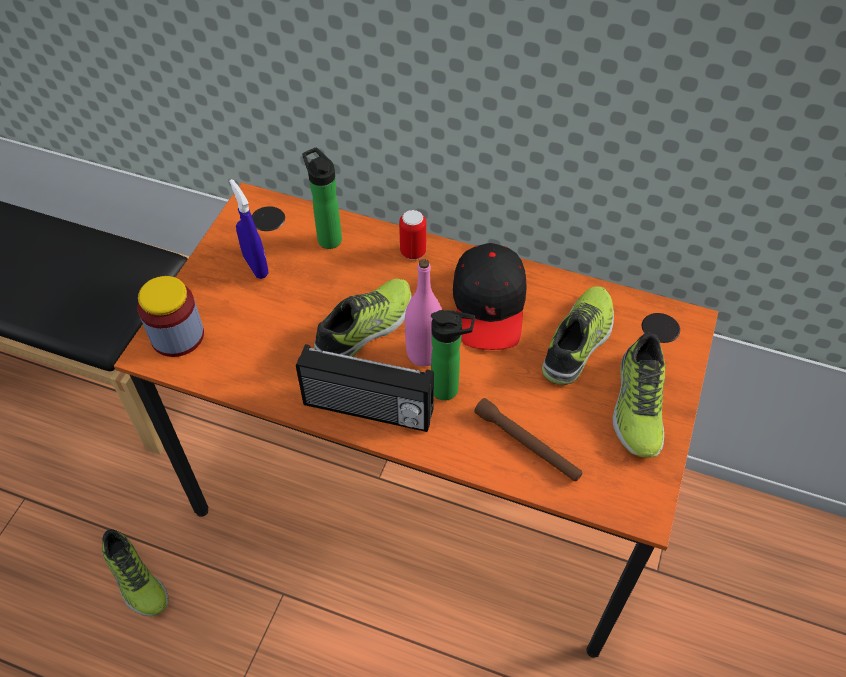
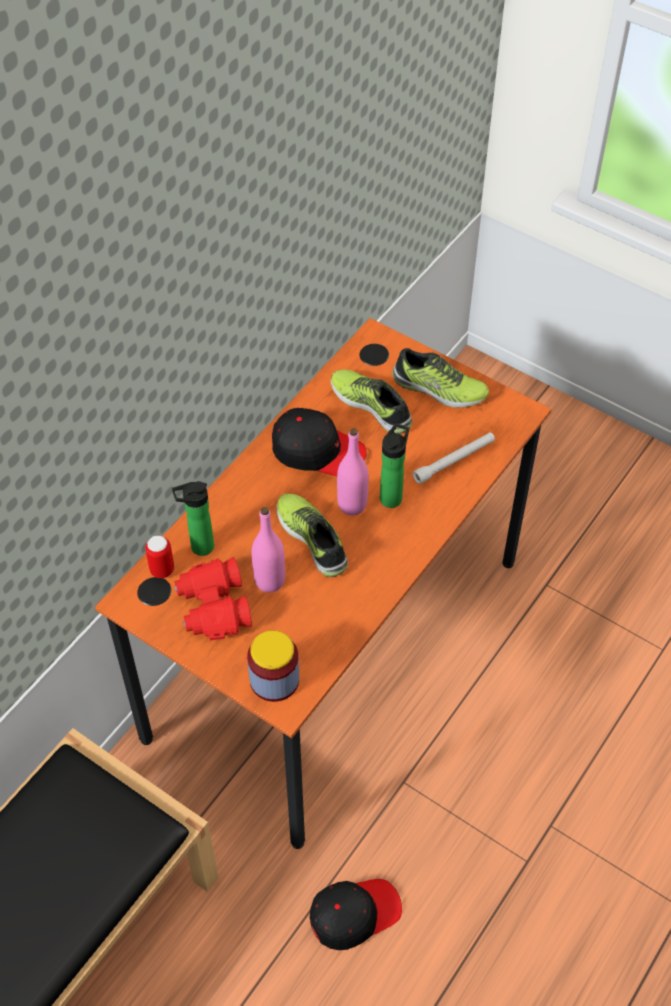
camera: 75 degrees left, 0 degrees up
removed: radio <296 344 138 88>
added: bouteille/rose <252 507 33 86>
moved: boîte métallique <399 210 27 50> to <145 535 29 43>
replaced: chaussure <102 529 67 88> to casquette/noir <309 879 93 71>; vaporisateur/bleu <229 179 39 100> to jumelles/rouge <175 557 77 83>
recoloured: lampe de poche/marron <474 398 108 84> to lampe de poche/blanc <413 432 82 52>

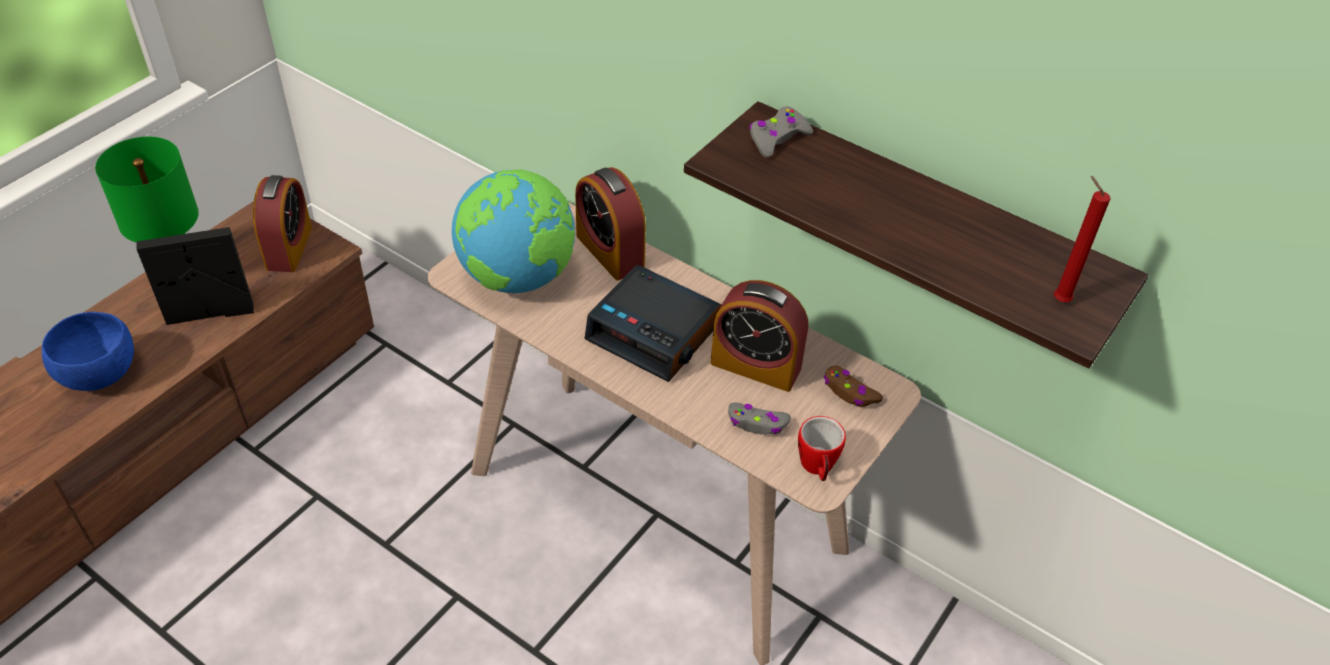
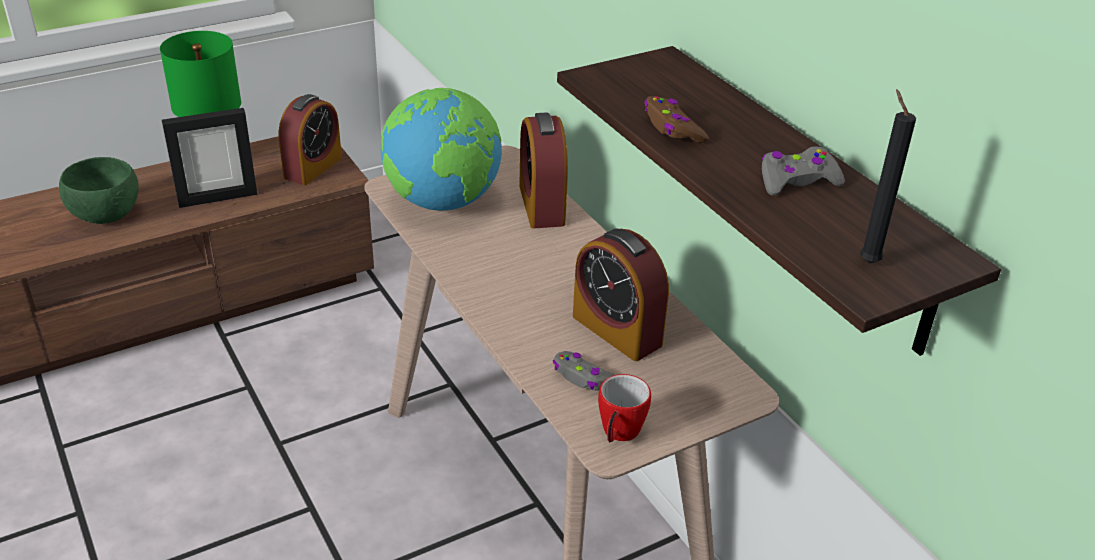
camera: 25 degrees right, 10 degrees down
removed: réveil <584 265 137 117>
moved: manette/gris <749 106 64 52> to <762 146 83 50>; manette/marron <824 366 59 41> to <645 96 64 47>
recoloured: bol/bleu <42 312 92 79> to bol/vert <59 157 80 67>; bougie/rouge <1054 176 57 126> to bougie/noir <860 89 56 174>
turned: cadre photo <136 227 118 98> = <162 108 95 100> 150 degrees clockwise

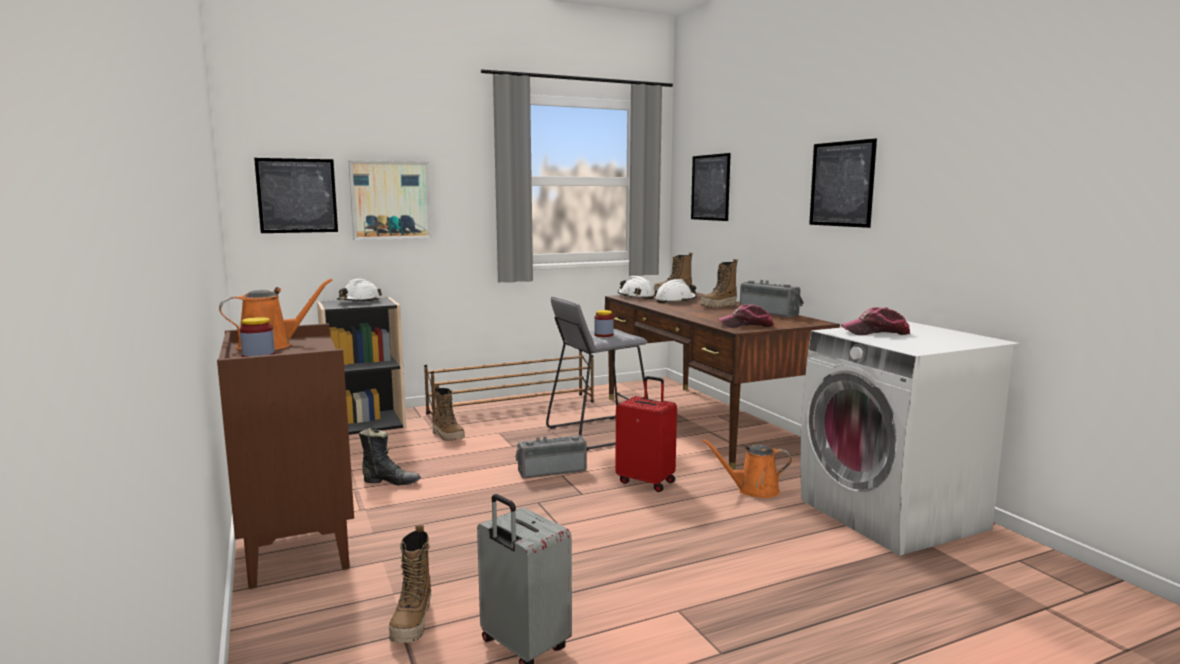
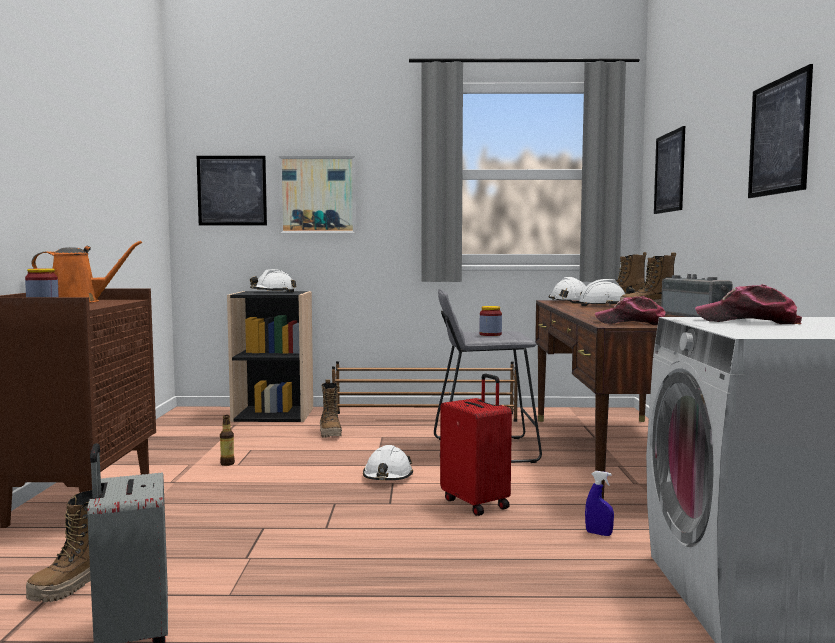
camera: 25 degrees right, 5 degrees down
replaced: botte/noir <358 428 63 57> to bouteille <220 415 15 51>; radio <515 435 72 44> to casque de chantier/blanc <363 445 50 35>; arrosoir/orange <702 439 90 59> to vaporisateur/bleu <585 471 29 65>

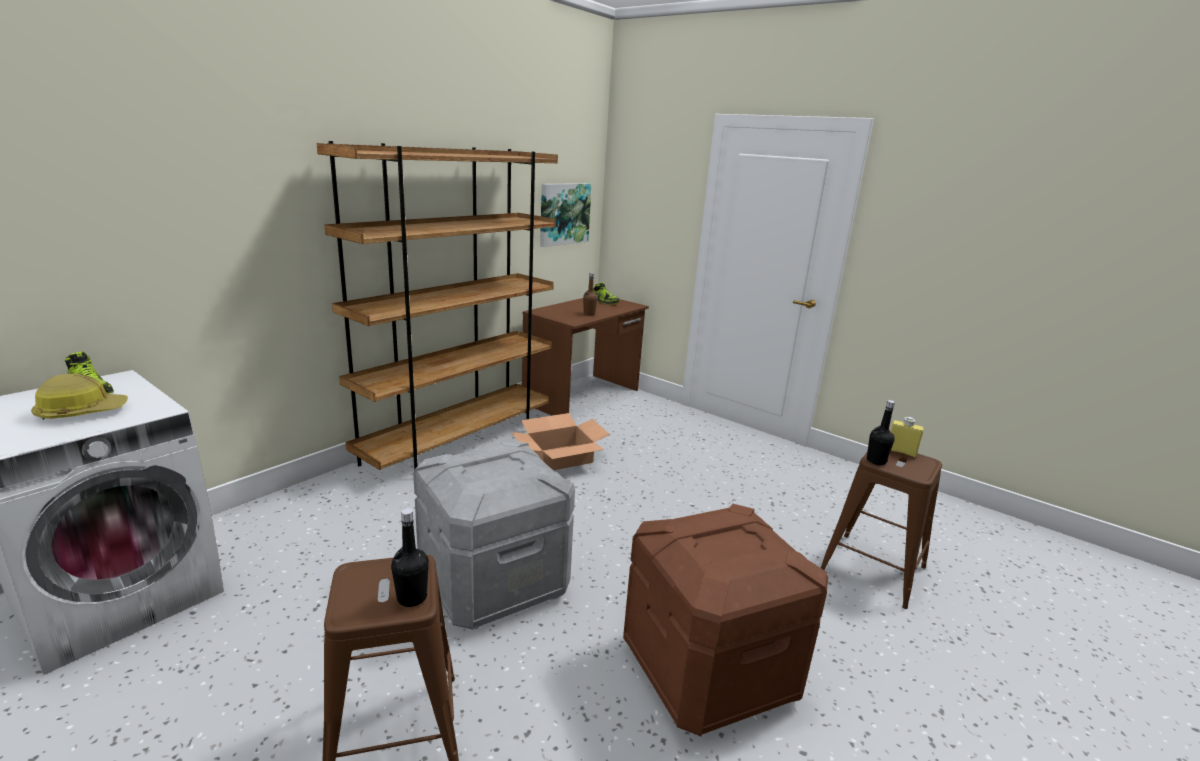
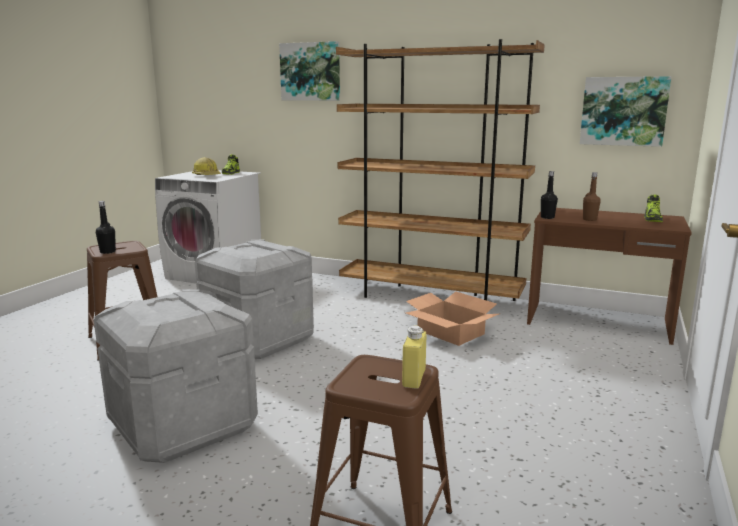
camera: 75 degrees right, 5 degrees down
added: tableau <279 41 61 60>
moved: bouteille/noir <867 400 28 65> to <541 171 17 48>
recoloured: boîte de rangement/marron <623 504 205 232> to boîte de rangement/gris <94 289 164 174>

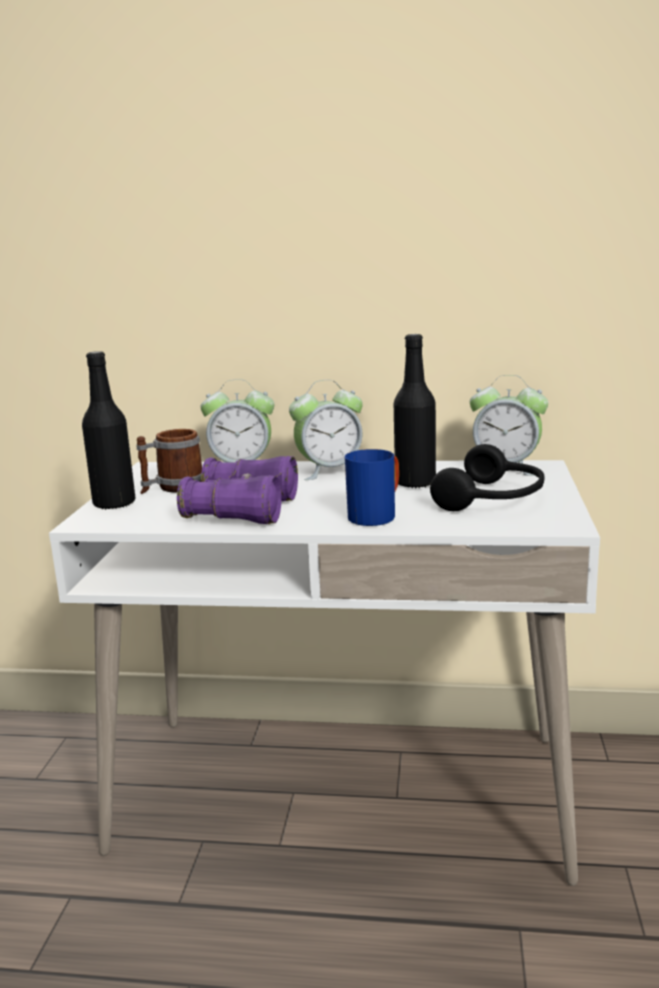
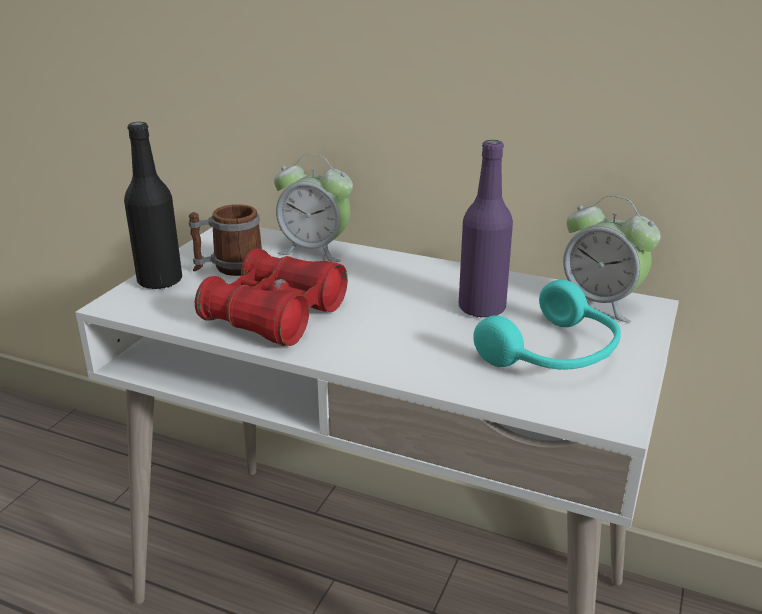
camera: 15 degrees right, 10 degrees up
removed: réveil <289 380 74 100>; mug/bleu <345 449 54 77>
recoloured: jumelles/violet <177 456 121 68> to jumelles/rouge <195 248 153 98>; bouteille/noir <394 334 42 154> to bouteille/violet <459 140 54 178>; casque audio/noir <430 444 115 67> to casque audio/turquoise <473 280 148 90>

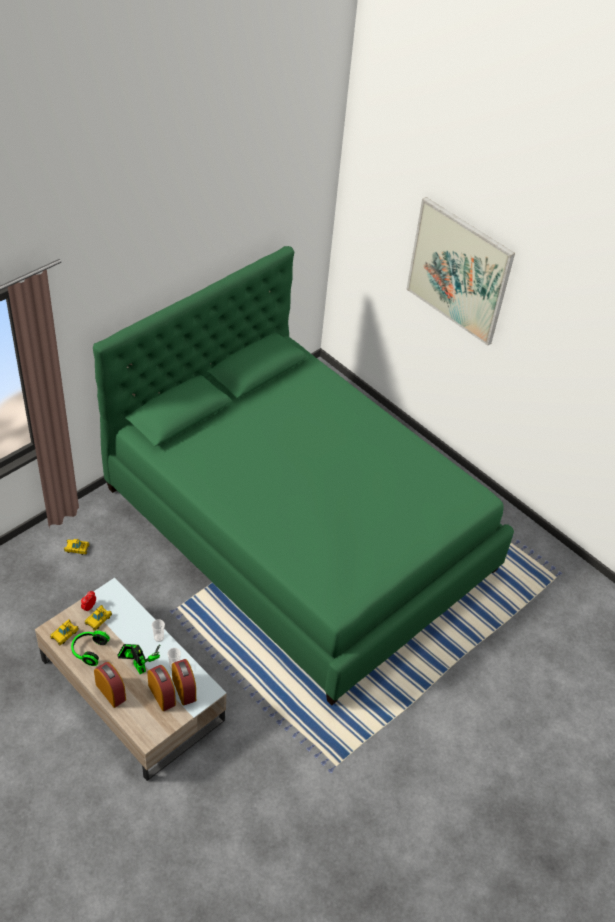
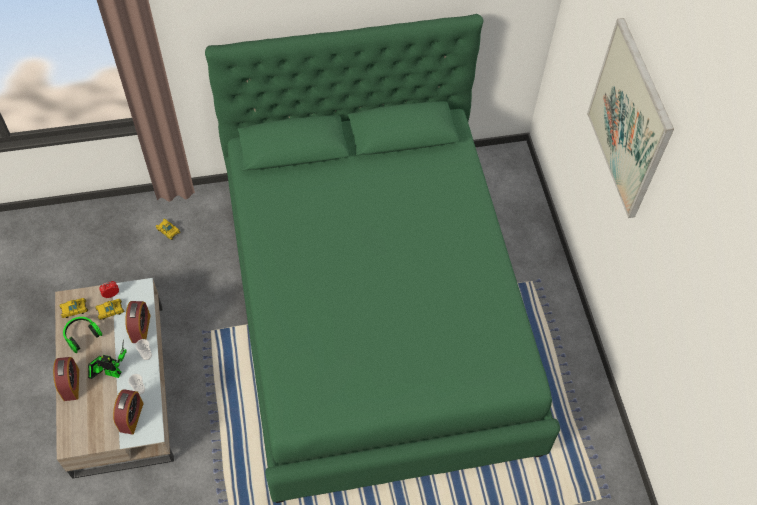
camera: 35 degrees right, 10 degrees up
moved: réveil <147 665 29 46> to <125 301 26 42>
turned: robot jouet <117 644 43 30> = <88 340 39 39> 75 degrees counterclockwise

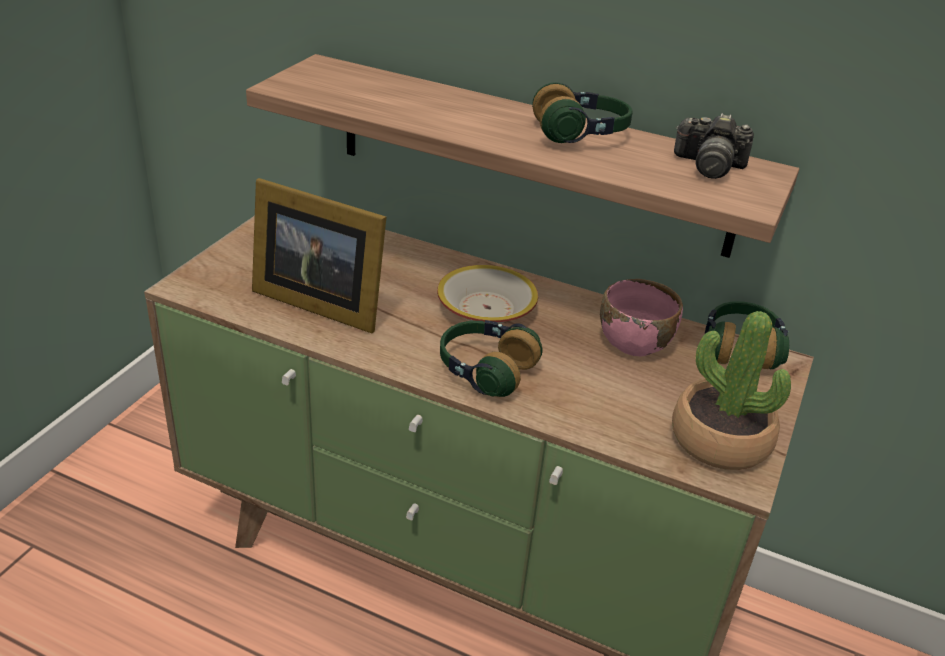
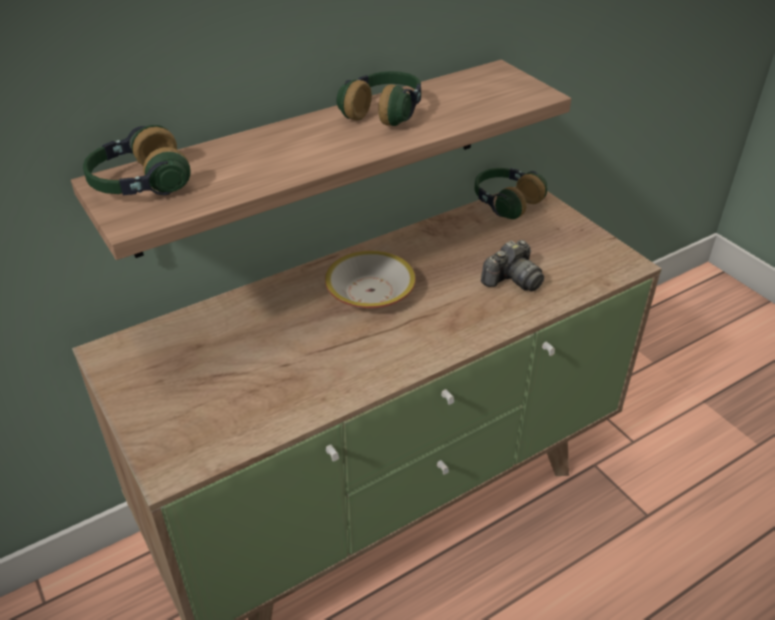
camera: 55 degrees left, 5 degrees up
removed: cadre photo <252 178 134 155>; bol/rose <600 279 83 77>; plante en pot <672 311 119 159>
moved: casque audio <440 320 103 77> to <83 125 108 70>; appareil photo <674 113 80 66> to <481 240 63 51>

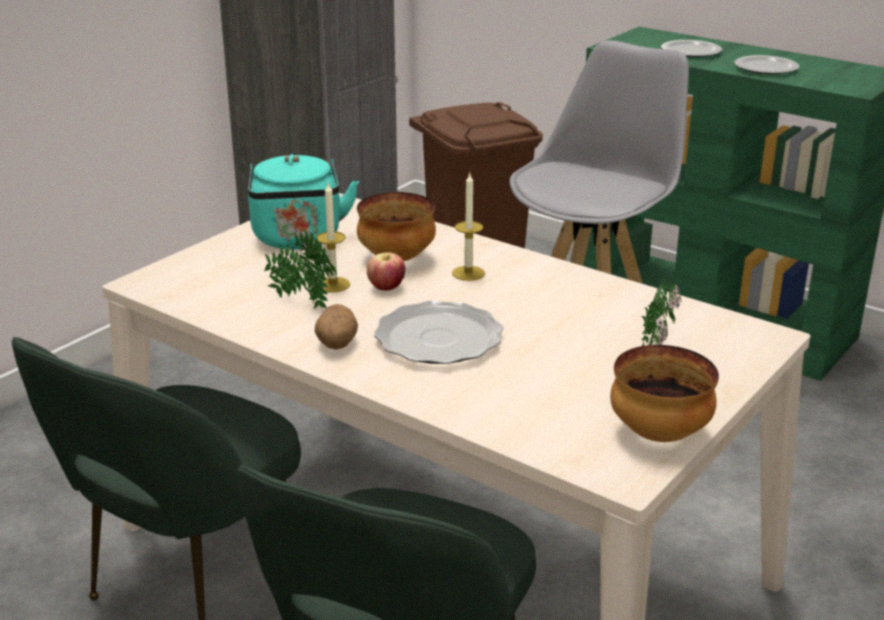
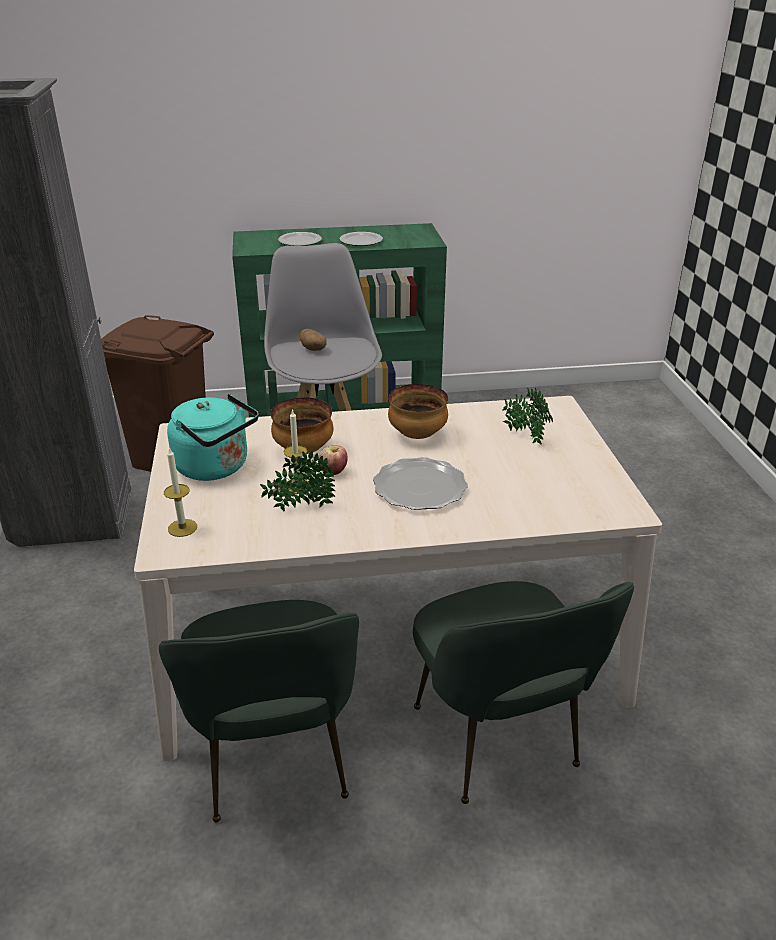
camera: 45 degrees left, 5 degrees up
moved: pomme de terre <315 304 43 46> to <300 329 27 22>; bougie <452 174 33 107> to <164 447 33 90>; bol <610 345 109 97> to <388 384 60 55>

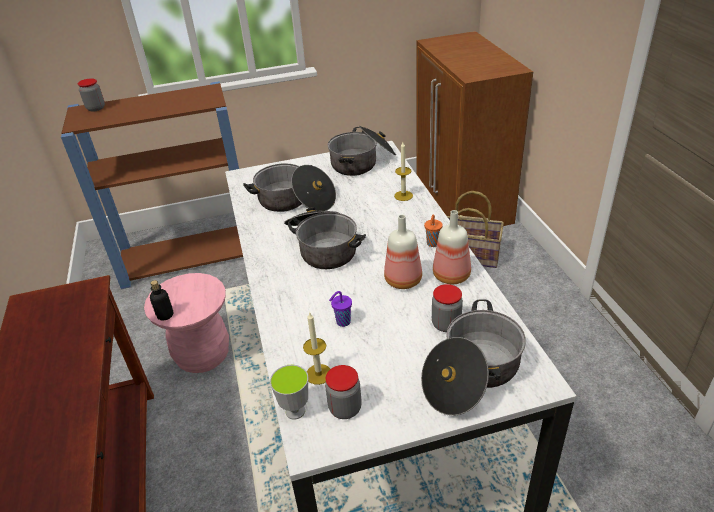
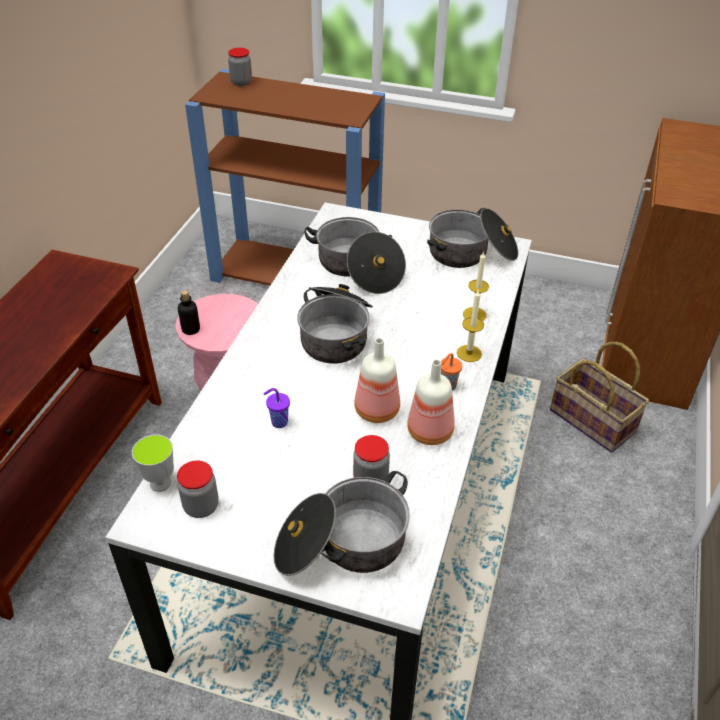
camera: 30 degrees right, 5 degrees up
moved: bougie <303 313 27 72> to <457 290 27 72>

